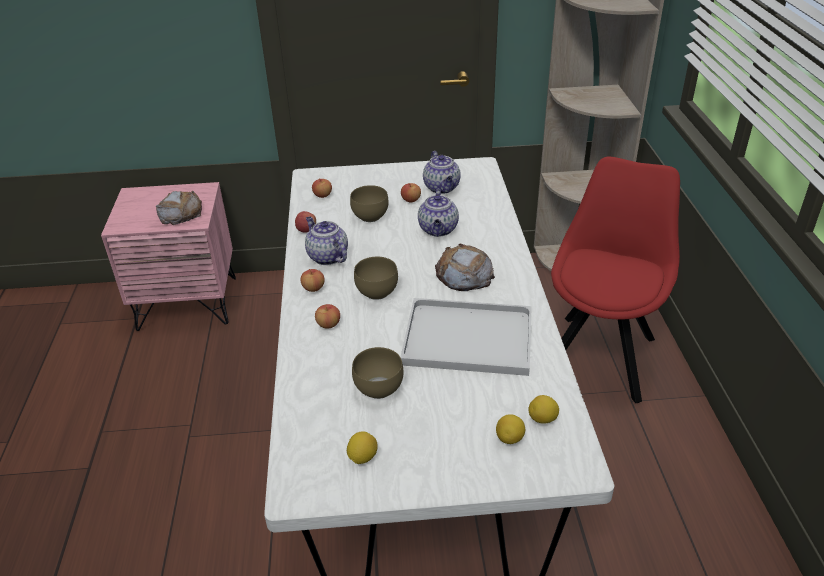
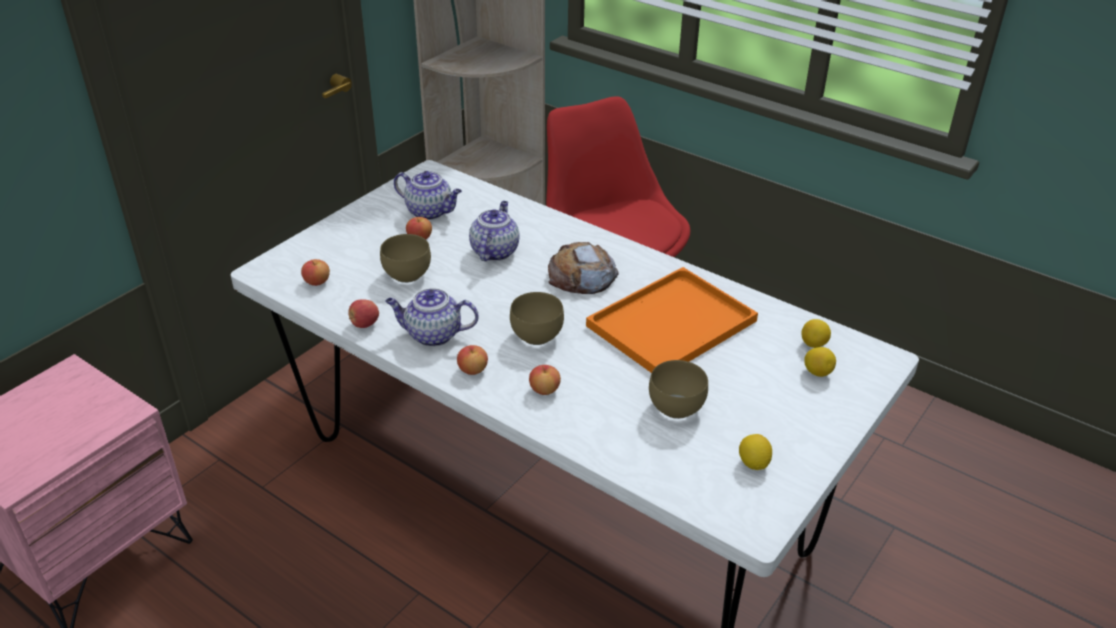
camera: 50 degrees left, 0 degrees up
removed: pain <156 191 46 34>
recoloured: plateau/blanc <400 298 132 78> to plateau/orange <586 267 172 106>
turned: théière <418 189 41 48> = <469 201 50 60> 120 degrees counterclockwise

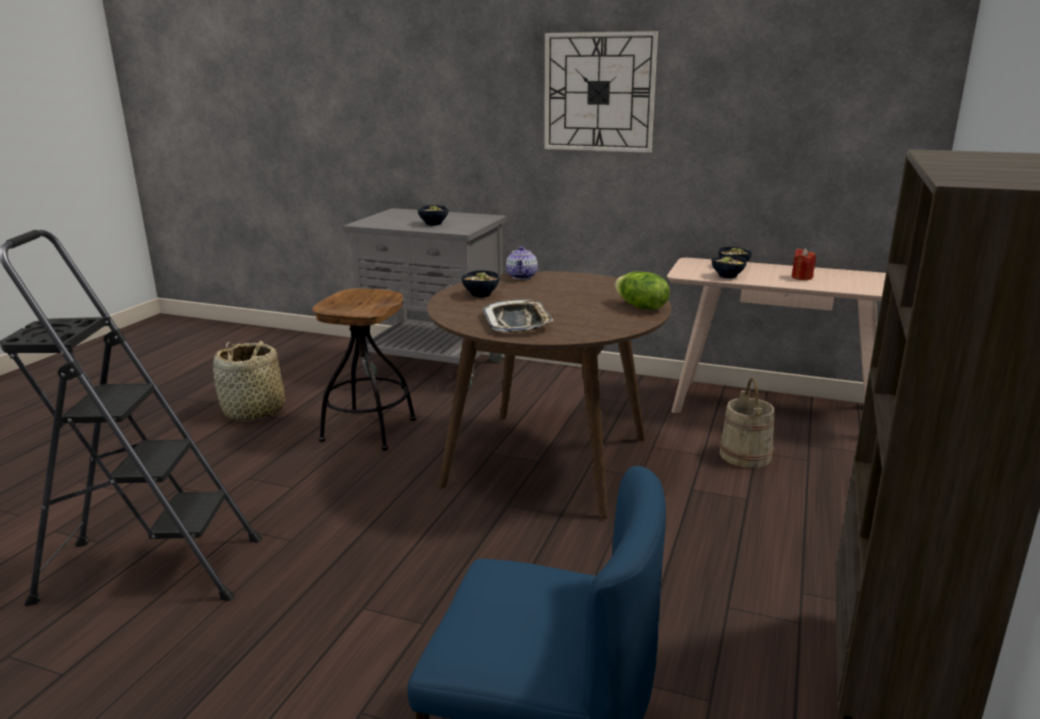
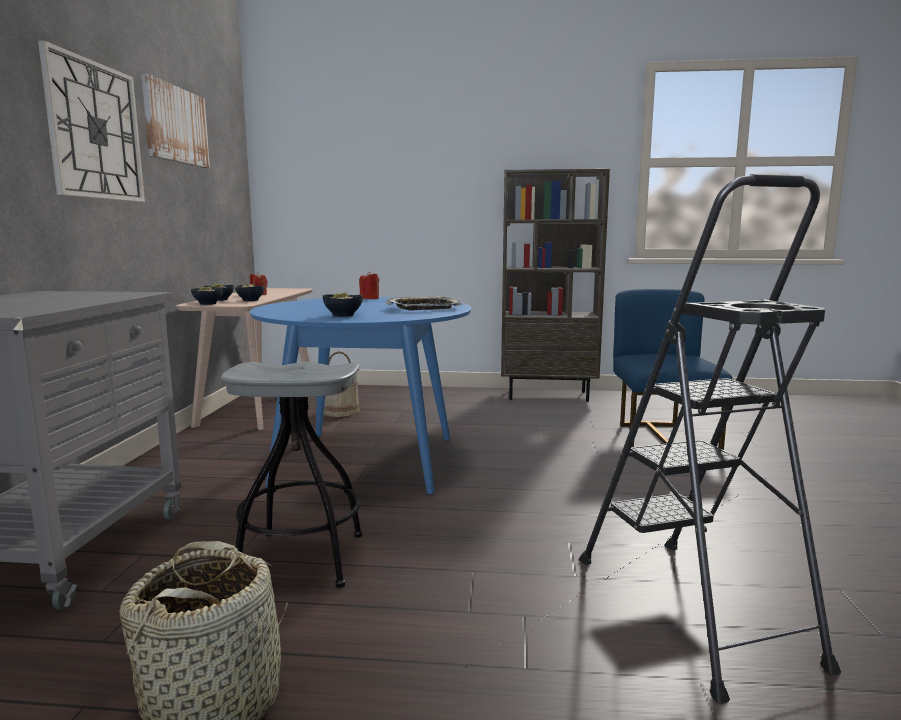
camera: 105 degrees left, 10 degrees down
removed: théière <506 246 32 34>
added: tableau <141 73 69 95>
moved: bol <418 205 30 20> to <191 287 32 18>
replaced: laitue <615 271 55 39> to bougie/rouge <359 272 20 27>
recoloured: tabouret/marron <312 288 104 163> to tabouret/gris <221 362 141 226>; table à manger/marron <427 271 245 248> to table à manger/bleu <250 297 222 197>

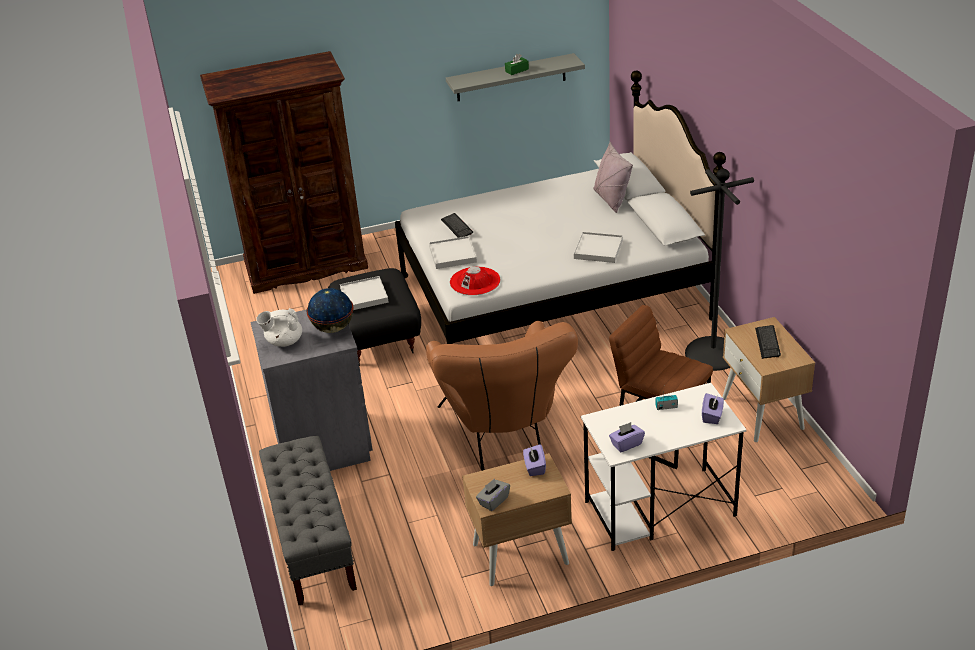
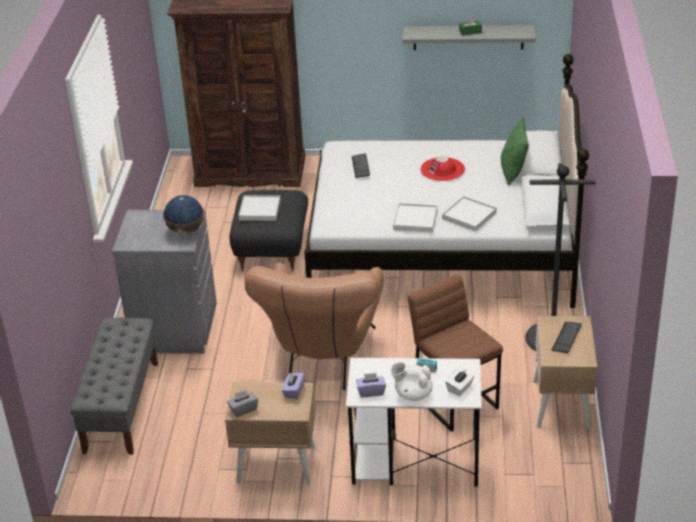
camera: 20 degrees right, 0 degrees up
moved: théière/blanc <256 308 46 39> to <390 362 43 39>; plateau/blanc <429 236 48 33> to <393 203 44 29>; chapeau/rouge <450 266 50 29> to <420 156 45 25>
recoloured: coussin/violet <593 142 40 71> to coussin/vert <501 117 28 68>; boîte à mouchoirs/violet <702 393 22 31> to boîte à mouchoirs/blanc <446 366 29 30>

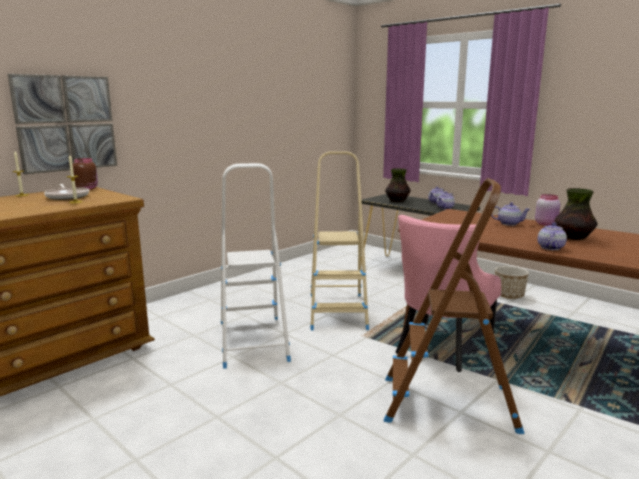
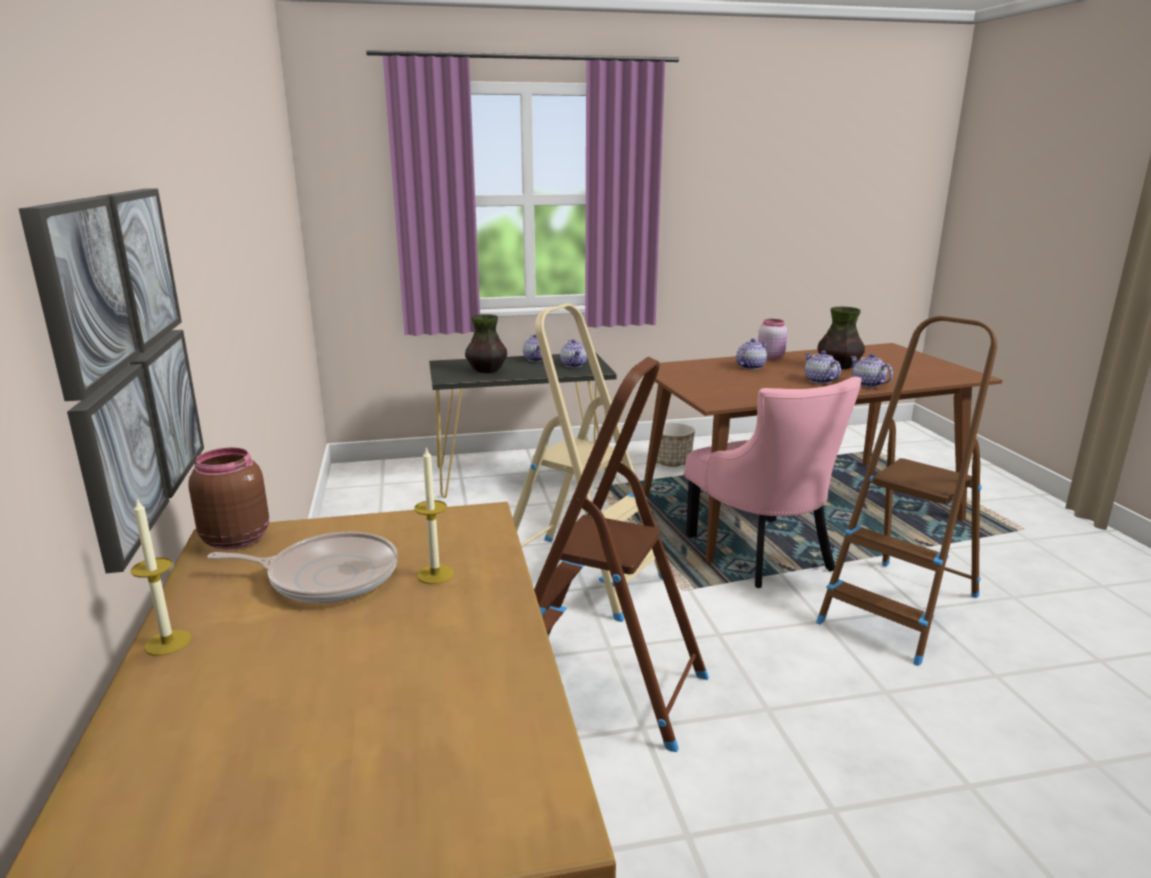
camera: 55 degrees left, 5 degrees up
added: théière <805 351 36 33>
recoloured: escabeau/blanc <221 163 70 206> to escabeau/marron <534 357 175 395>

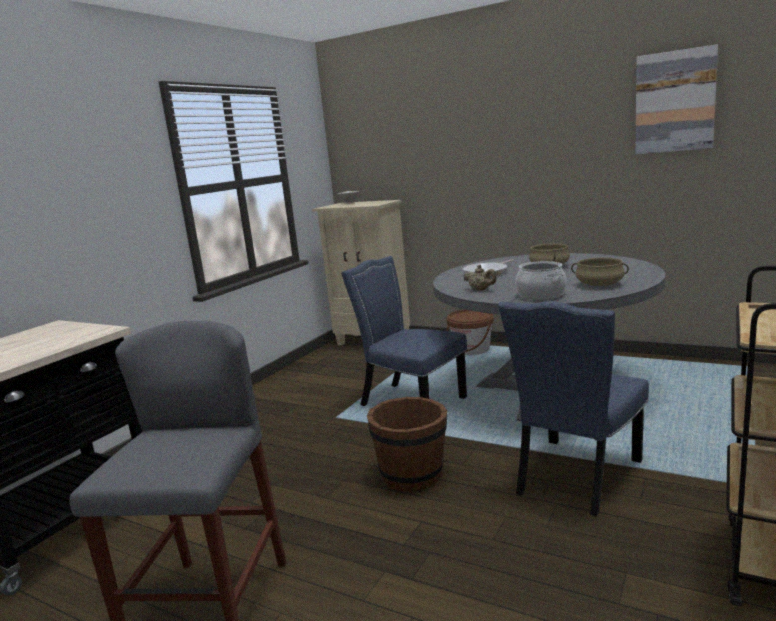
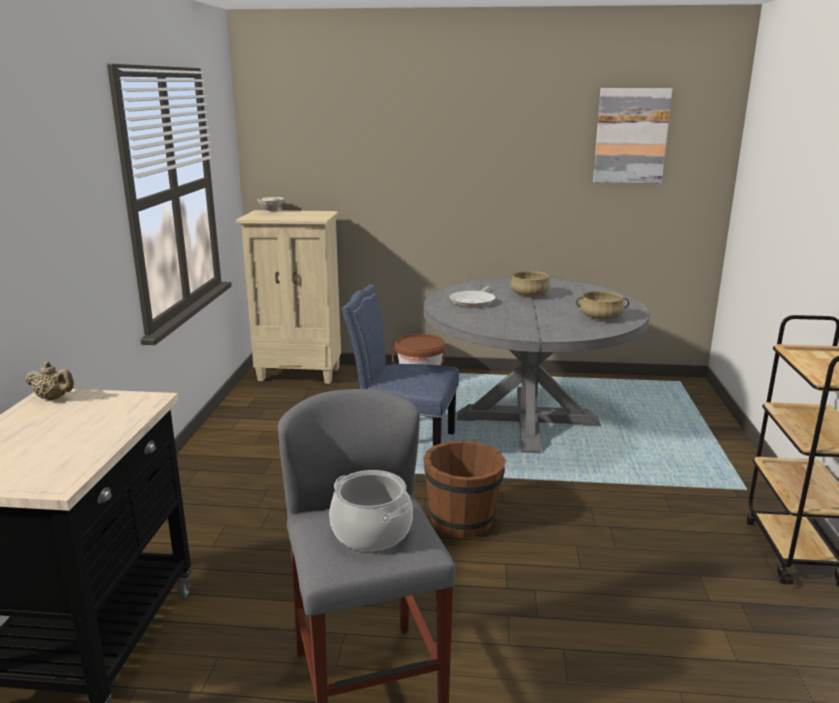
camera: 25 degrees left, 5 degrees up
removed: chaise/bleu <498 301 151 215>
moved: théière/beige <464 265 33 26> to <25 362 49 38>; marmite <515 261 52 39> to <329 470 84 81>

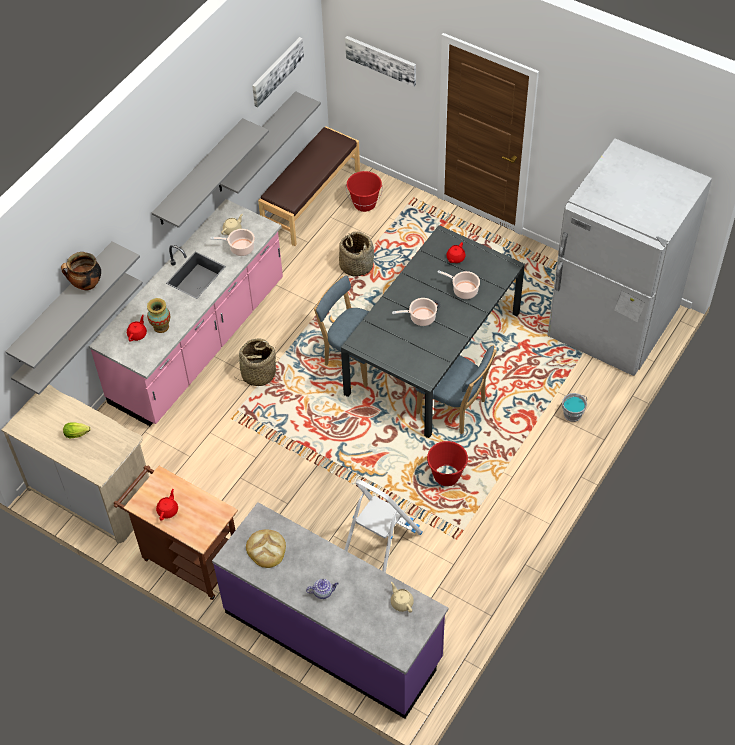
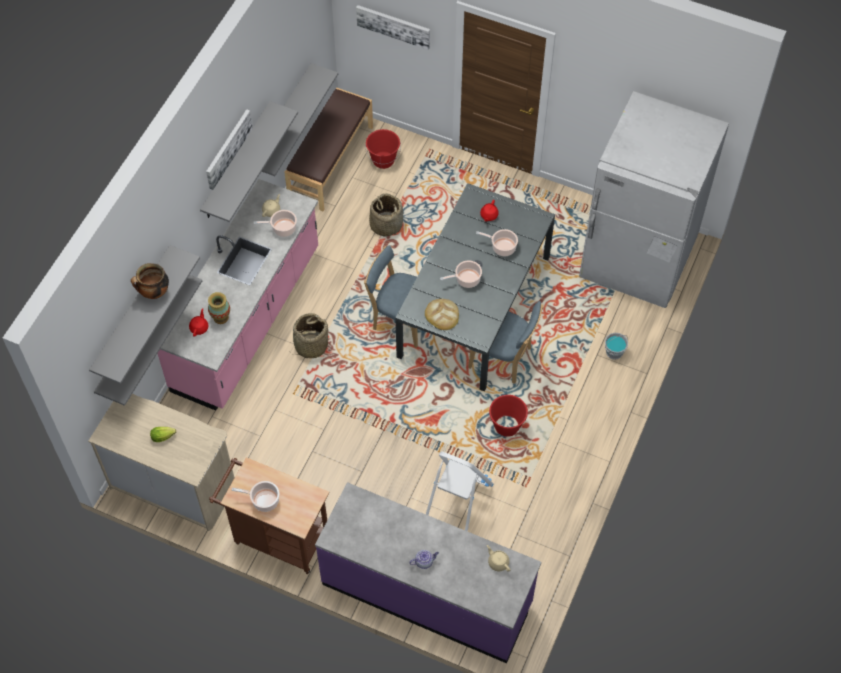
camera: 10 degrees left, 5 degrees up
moved: pain <246 529 40 39> to <425 299 34 31>; tableau <252 37 52 70> to <206 109 47 81>
replaced: théière/rouge <156 489 22 31> to marmite <232 481 47 31>

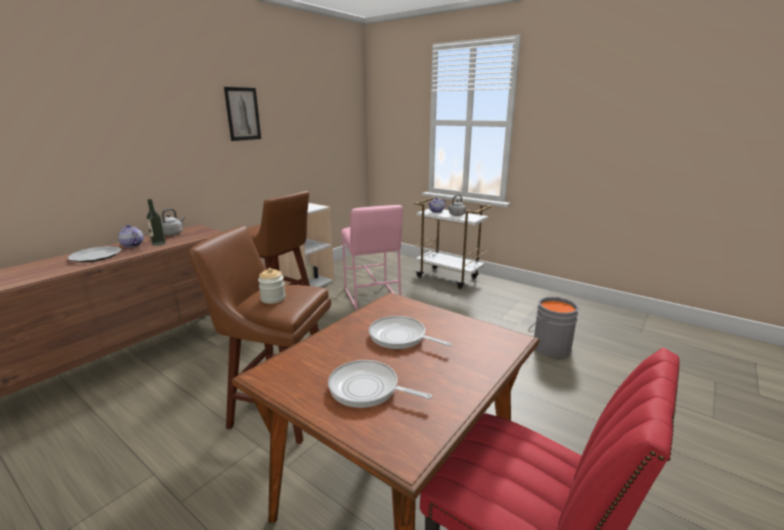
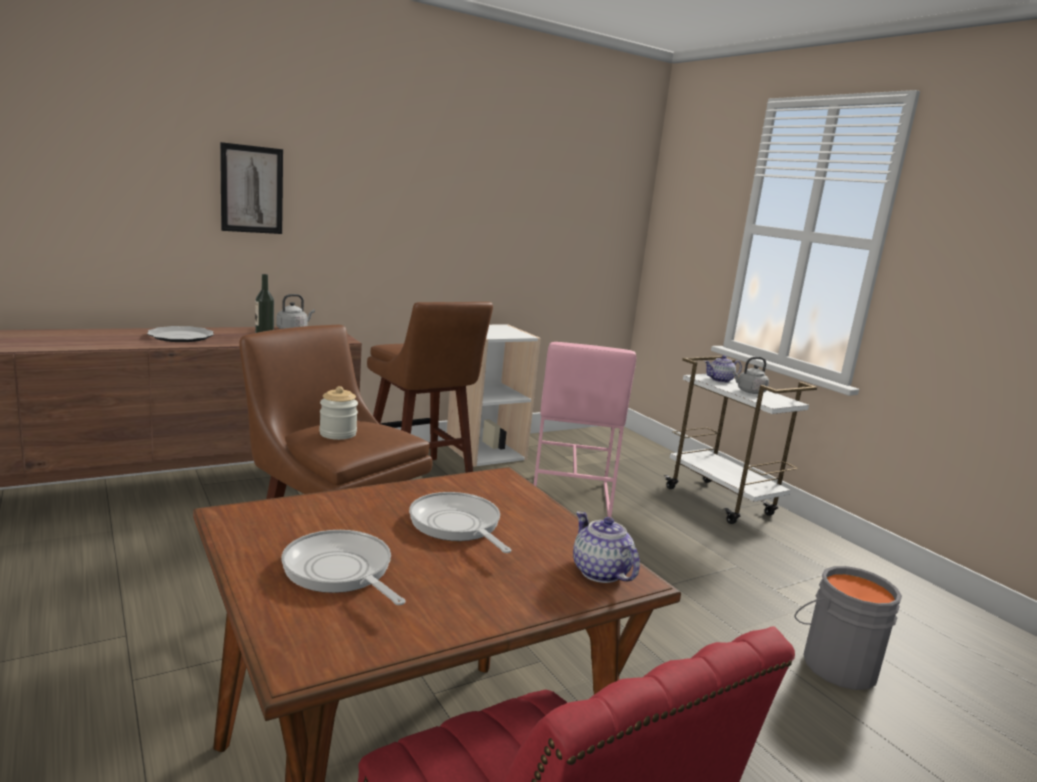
camera: 20 degrees right, 5 degrees down
moved: théière <118 225 26 22> to <573 511 67 72>; tableau <224 87 37 54> to <220 142 63 92>

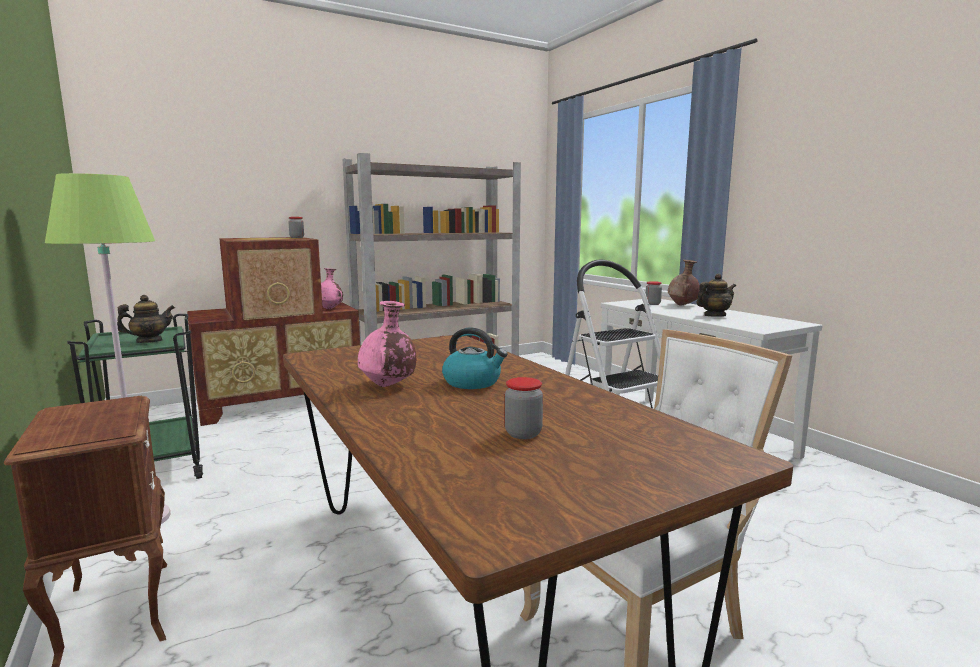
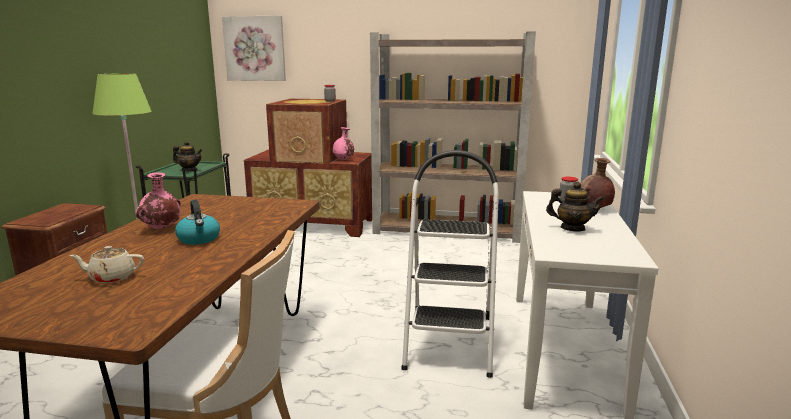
camera: 40 degrees right, 5 degrees up
added: tableau <222 16 64 65>
replaced: bocal <505 377 38 62> to théière/beige <70 246 74 37>

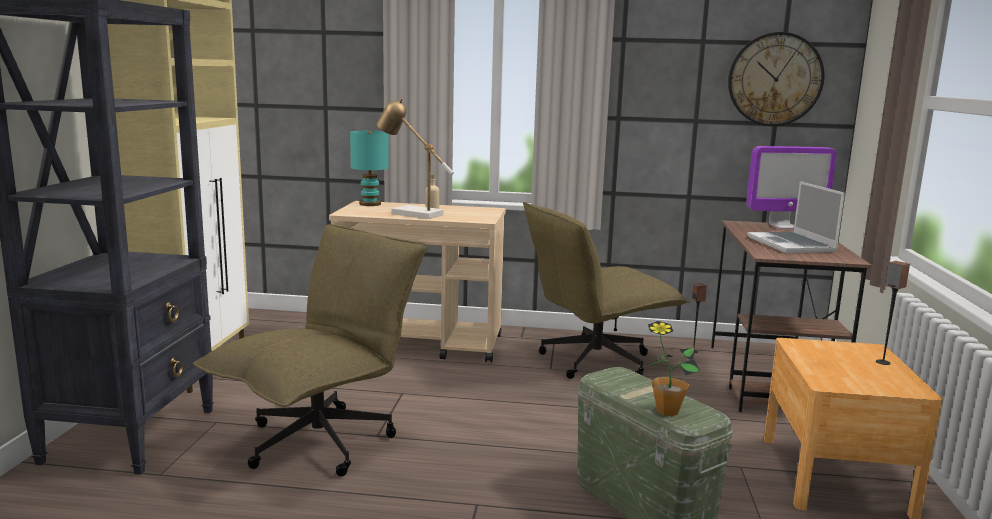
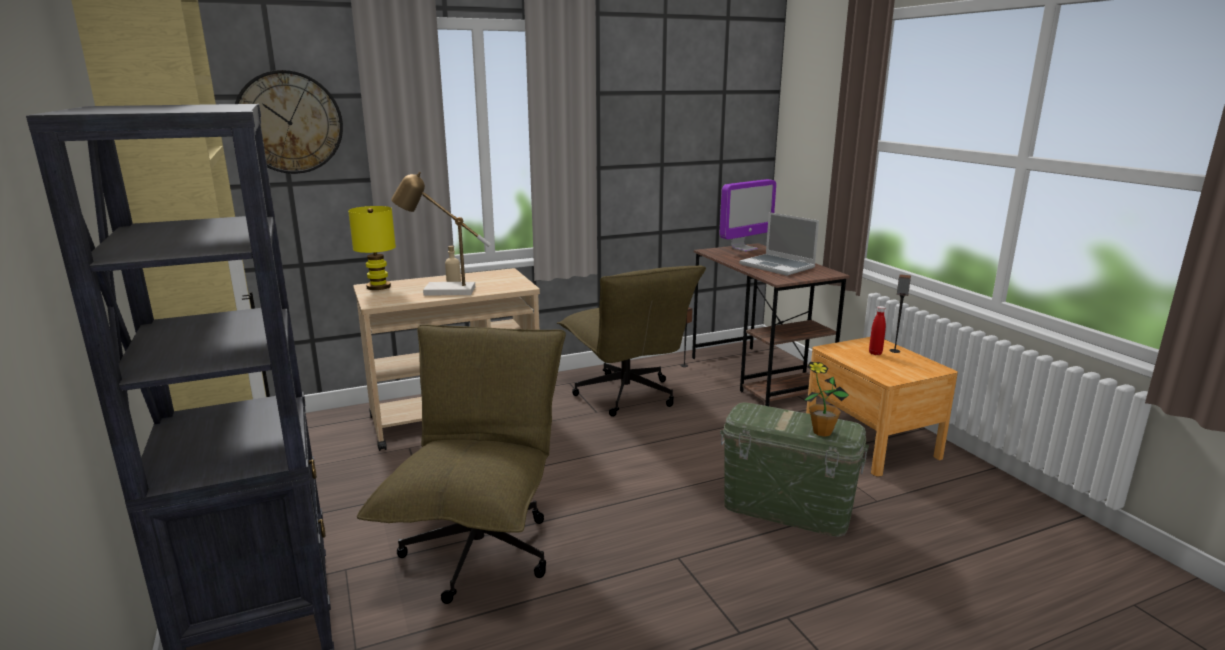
camera: 30 degrees left, 5 degrees up
added: bouteille/rouge <869 306 17 49>
moved: horloge murale <728 32 96 94> to <235 70 108 104>
recoloured: lampe de table/turquoise <350 131 39 75> to lampe de table/jaune <348 206 48 84>
turned: chaise de bureau/beige <523 202 167 177> = <557 265 149 152> 60 degrees counterclockwise

